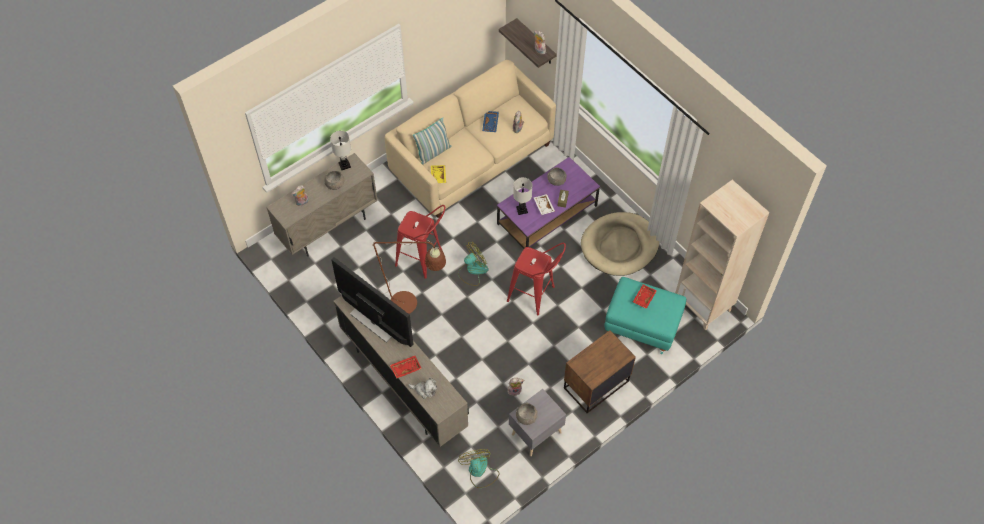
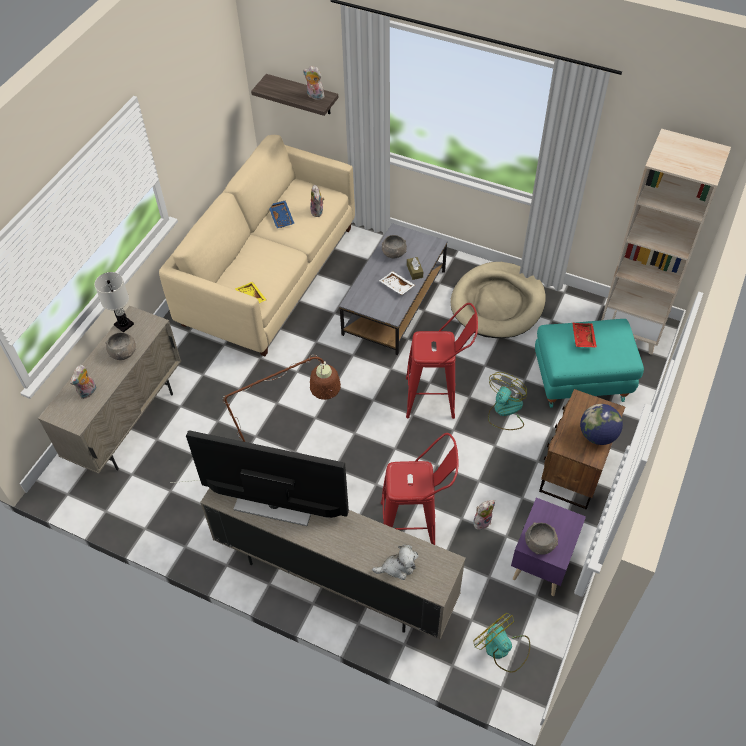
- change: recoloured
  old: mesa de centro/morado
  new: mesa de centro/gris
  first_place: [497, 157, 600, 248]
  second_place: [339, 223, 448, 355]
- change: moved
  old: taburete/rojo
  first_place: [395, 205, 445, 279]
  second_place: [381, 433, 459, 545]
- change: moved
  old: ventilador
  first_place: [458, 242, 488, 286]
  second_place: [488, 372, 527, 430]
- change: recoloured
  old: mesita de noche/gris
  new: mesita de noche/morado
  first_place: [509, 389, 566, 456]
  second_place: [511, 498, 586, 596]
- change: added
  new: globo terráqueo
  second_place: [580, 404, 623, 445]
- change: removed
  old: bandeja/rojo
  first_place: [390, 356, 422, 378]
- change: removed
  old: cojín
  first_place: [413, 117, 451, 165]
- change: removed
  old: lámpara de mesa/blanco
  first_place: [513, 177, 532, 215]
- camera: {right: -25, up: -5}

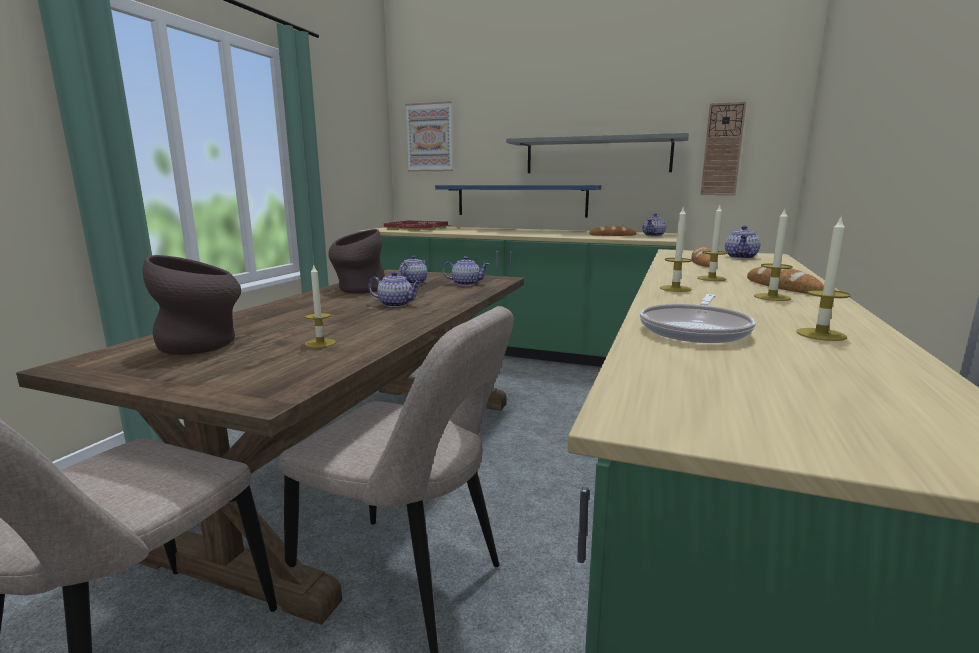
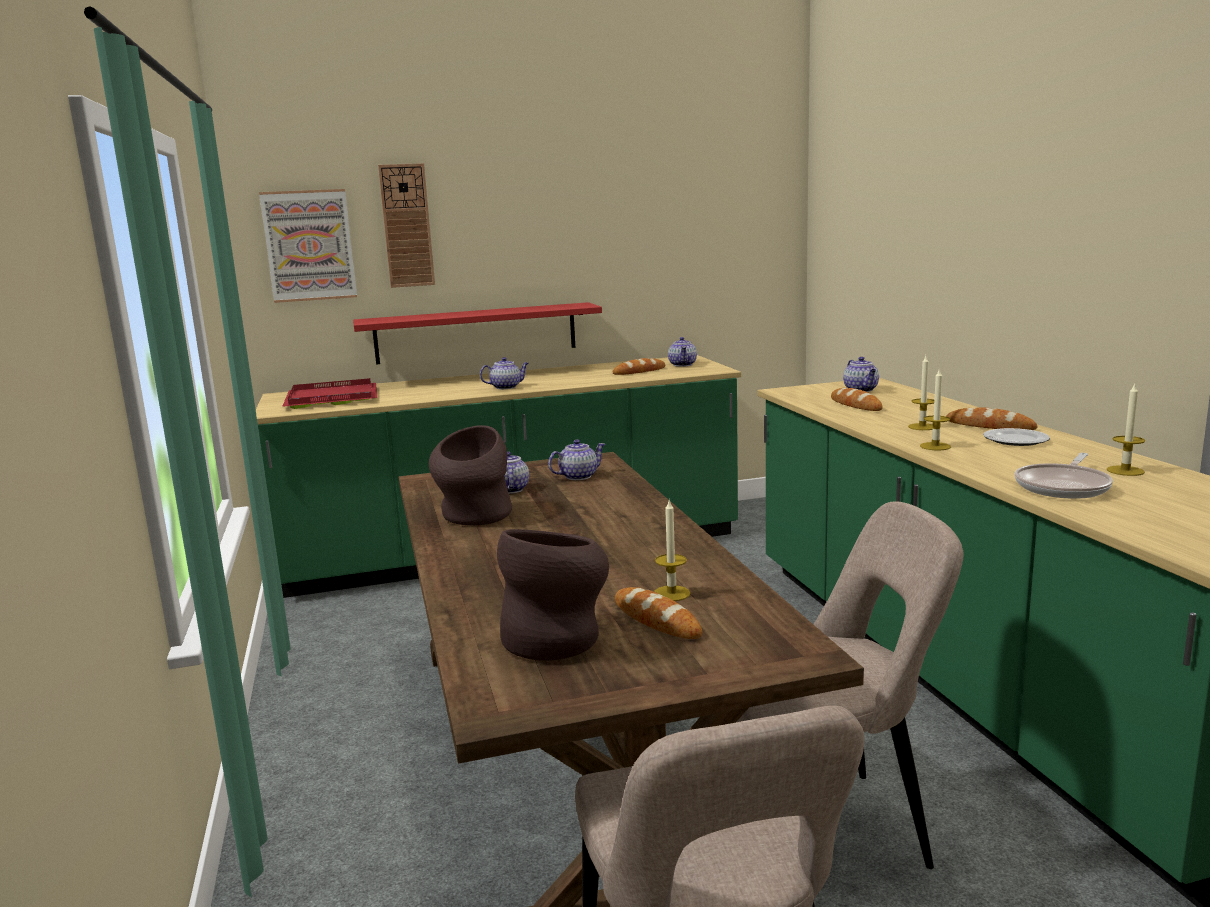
- change: recoloured
  old: estante/azul
  new: estante/rojo
  first_place: [435, 185, 601, 218]
  second_place: [353, 302, 602, 365]
- change: moved
  old: reloj de pared
  first_place: [701, 102, 746, 195]
  second_place: [378, 163, 435, 288]
- change: moved
  old: tetera
  first_place: [368, 271, 422, 307]
  second_place: [480, 357, 529, 389]
- change: added
  new: pan
  second_place: [615, 587, 702, 639]
- change: replaced
  old: vela
  new: plato
  first_place: [754, 209, 793, 301]
  second_place: [983, 428, 1050, 446]
- change: turned
  old: sartén
  first_place: [640, 294, 756, 343]
  second_place: [1015, 453, 1113, 499]
  degrees: 45
- change: removed
  old: estante/gris
  first_place: [506, 133, 689, 173]
- camera: {right: -35, up: 0}

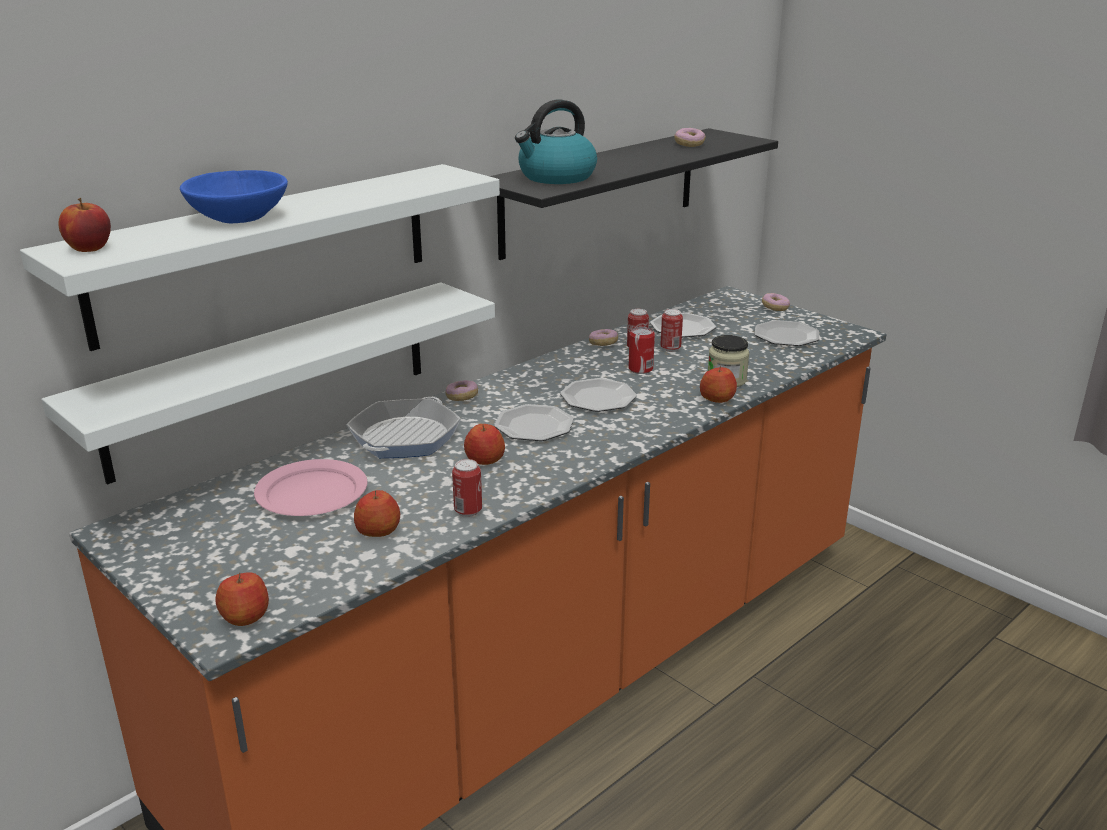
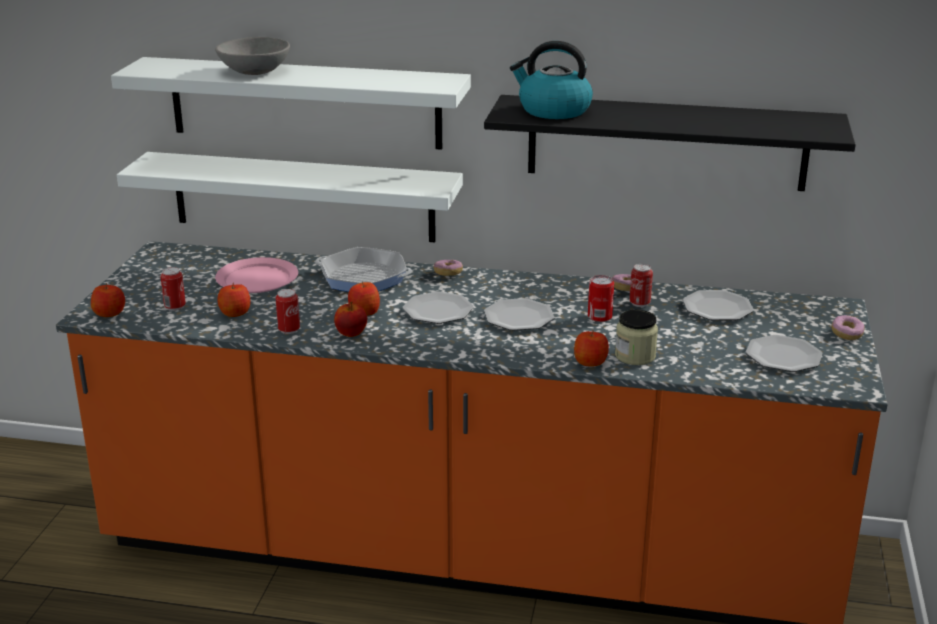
- change: moved
  old: lata
  first_place: [660, 309, 683, 352]
  second_place: [160, 267, 186, 311]
- change: recoloured
  old: cuenco/azul
  new: cuenco/gris
  first_place: [180, 170, 288, 223]
  second_place: [215, 37, 290, 75]
- change: turned
  old: sartén
  first_place: [347, 397, 461, 458]
  second_place: [315, 247, 412, 292]
  degrees: -150
- change: moved
  old: manzana
  first_place: [58, 198, 111, 252]
  second_place: [334, 302, 367, 337]
- change: removed
  old: rosquilla
  first_place: [674, 128, 705, 147]
- camera: {right: 55, up: 0}

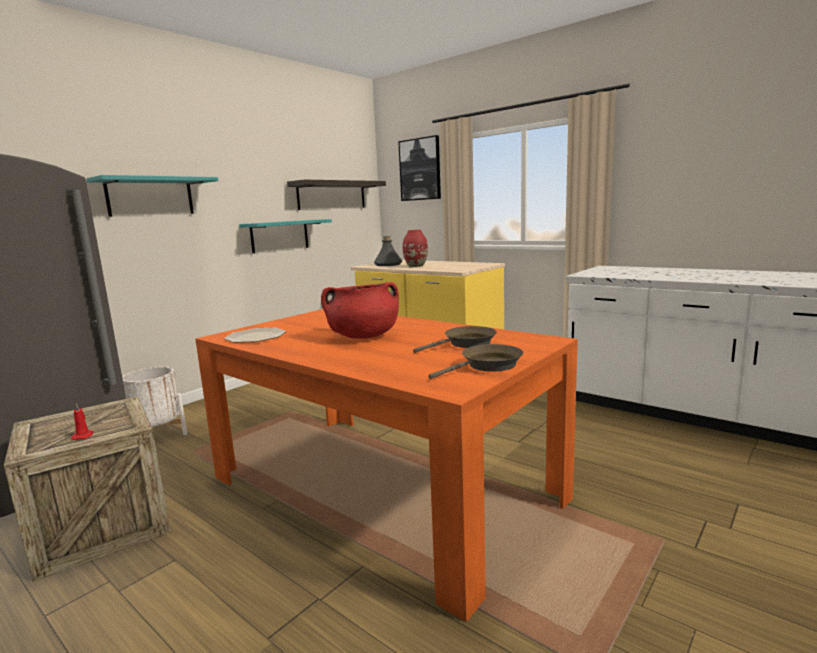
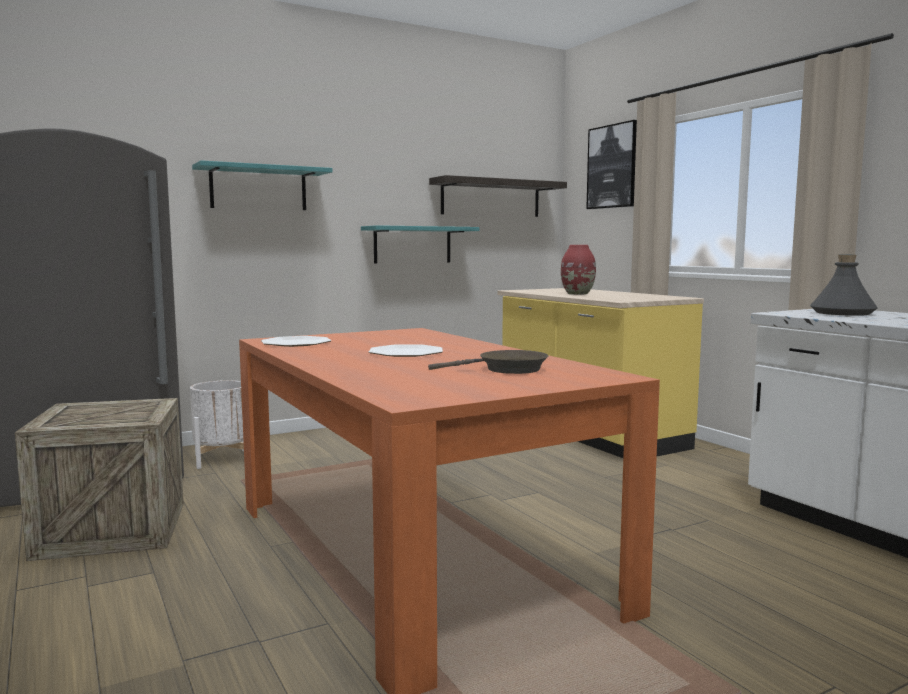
- change: replaced
  old: olla/rojo
  new: plato
  first_place: [321, 282, 399, 339]
  second_place: [369, 344, 443, 357]
- change: moved
  old: botella/gris
  first_place: [374, 236, 402, 266]
  second_place: [810, 255, 878, 316]
- change: removed
  old: vela/rojo
  first_place: [71, 403, 94, 440]
- change: removed
  old: sartén/marrón
  first_place: [428, 344, 523, 379]
- camera: {right: 20, up: -5}

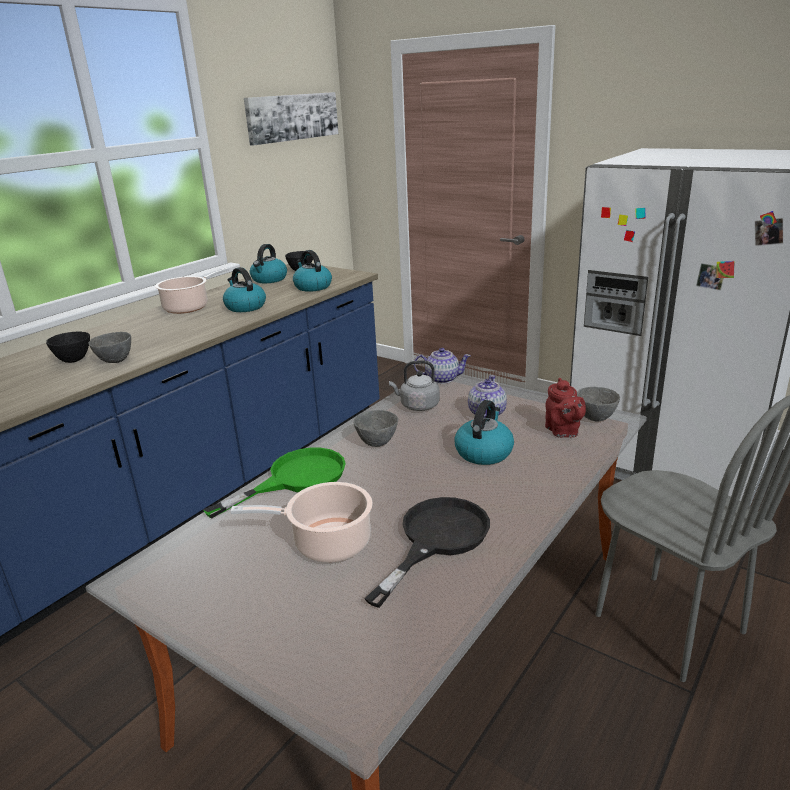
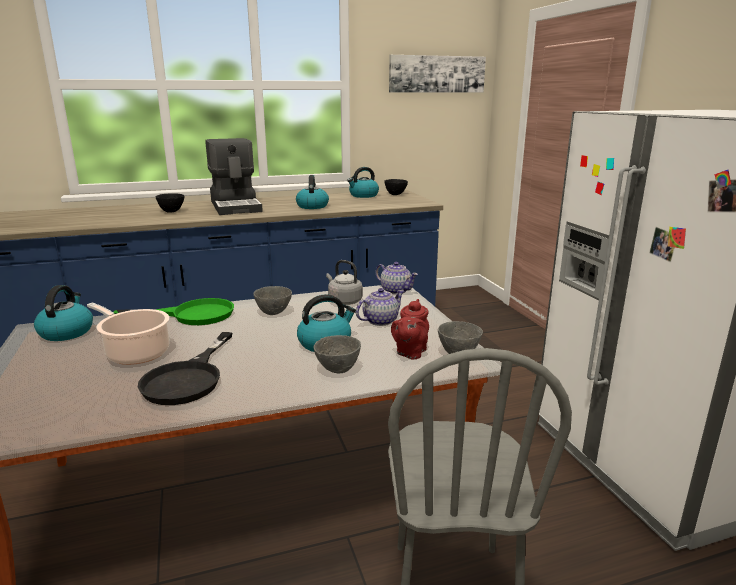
- change: moved
  old: hervidor
  first_place: [293, 250, 332, 292]
  second_place: [34, 285, 93, 341]
- change: turned
  old: sartén/negro
  first_place: [365, 497, 490, 608]
  second_place: [138, 332, 232, 405]
  degrees: 120
- change: added
  new: cafetera
  second_place: [206, 138, 263, 215]
- change: moved
  old: cuenco/gris
  first_place: [88, 332, 131, 363]
  second_place: [313, 335, 361, 373]
- change: removed
  old: olla
  first_place: [155, 268, 229, 314]
- camera: {right: 35, up: -5}

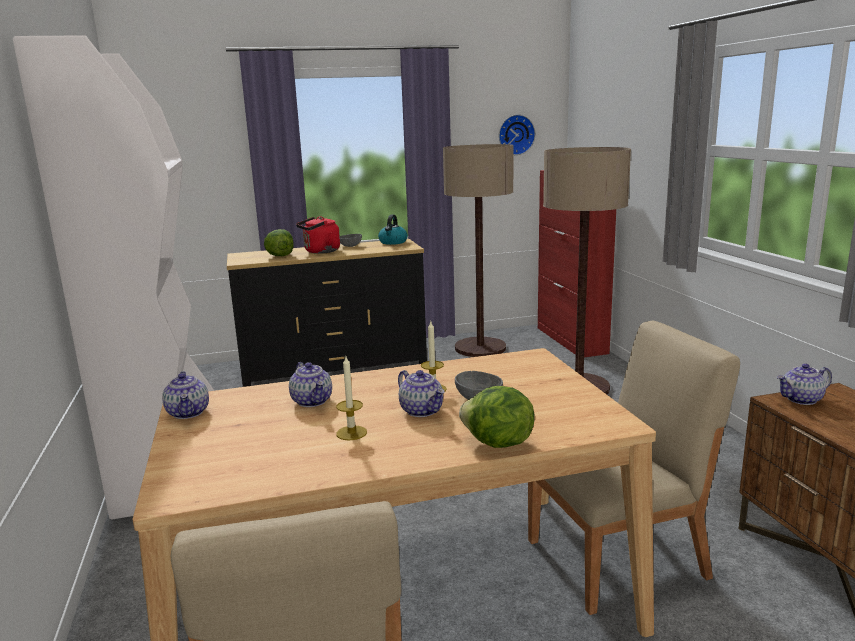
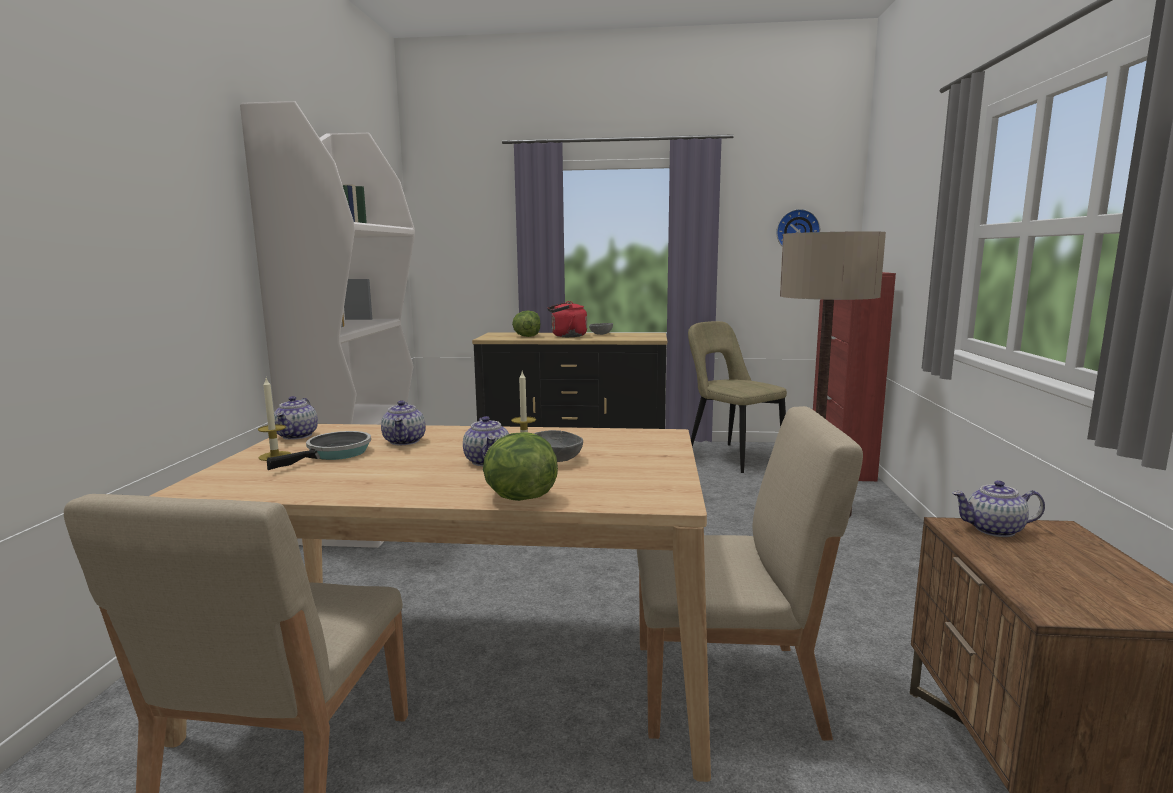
- change: moved
  old: vela
  first_place: [336, 356, 367, 440]
  second_place: [258, 378, 291, 461]
- change: added
  new: sartén
  second_place: [267, 431, 371, 470]
- change: replaced
  old: lámpara de pie
  new: silla/beis
  first_place: [443, 144, 513, 357]
  second_place: [688, 321, 787, 473]
- change: removed
  old: hervidor
  first_place: [378, 215, 408, 245]
- camera: {right: 20, up: -5}

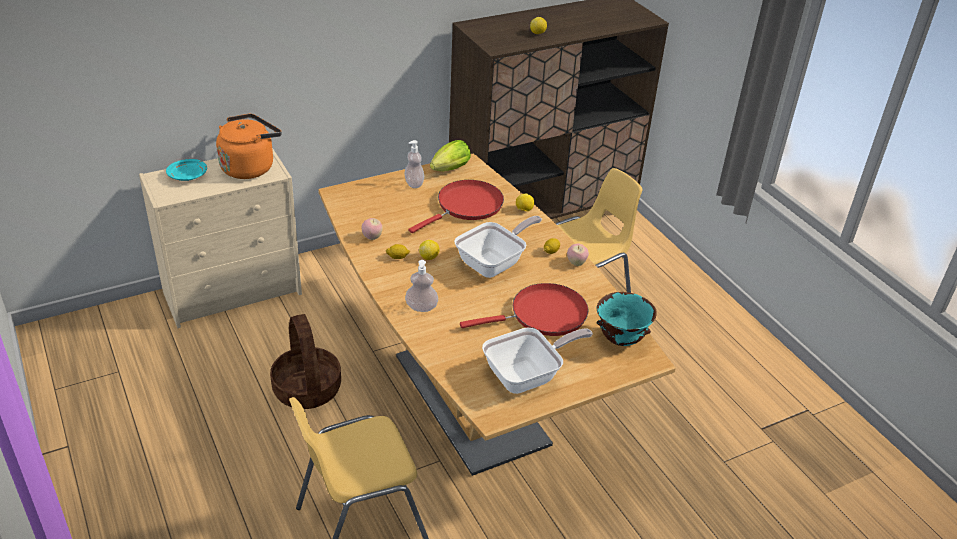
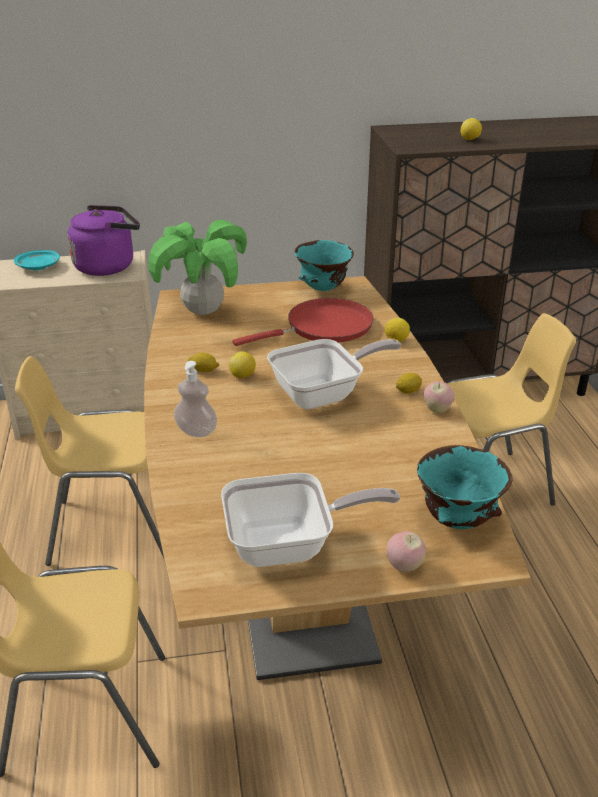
- change: replaced
  old: cesta
  new: silla/amarillo
  first_place: [270, 314, 341, 409]
  second_place: [15, 356, 164, 566]
- change: recoloured
  old: hervidor/naranja
  new: hervidor/morado
  first_place: [216, 114, 282, 179]
  second_place: [67, 205, 140, 276]
- change: added
  new: planta en maceta
  second_place: [148, 219, 247, 315]
- change: replaced
  old: lechuga
  new: cuenco/turquesa
  first_place: [430, 140, 471, 171]
  second_place: [295, 240, 354, 291]
- change: moved
  old: manzana
  first_place: [362, 218, 383, 240]
  second_place: [387, 531, 426, 572]
- change: removed
  old: dispensador de jabón
  first_place: [404, 140, 424, 188]
- change: removed
  old: sartén/rojo
  first_place: [460, 283, 589, 336]
- camera: {right: 20, up: -5}

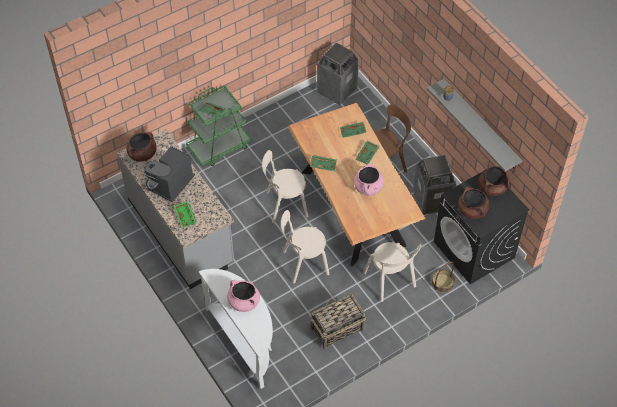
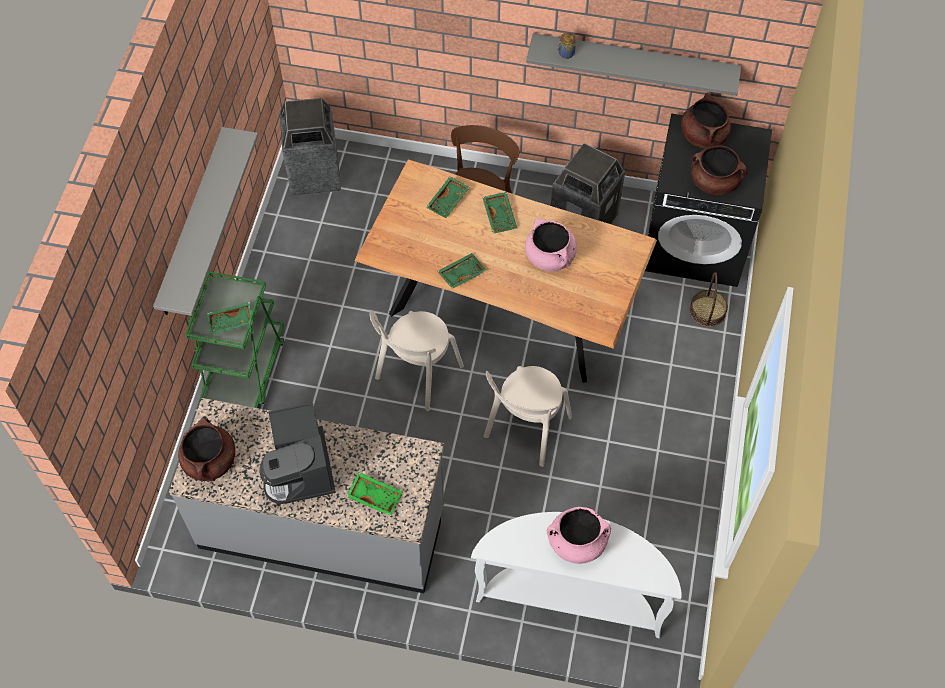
- change: added
  new: estante/gris
  second_place: [153, 127, 258, 316]
- change: removed
  old: cesta
  first_place: [310, 293, 366, 349]
- change: removed
  old: silla/beis
  first_place: [364, 242, 421, 302]
- camera: {right: -45, up: 5}

